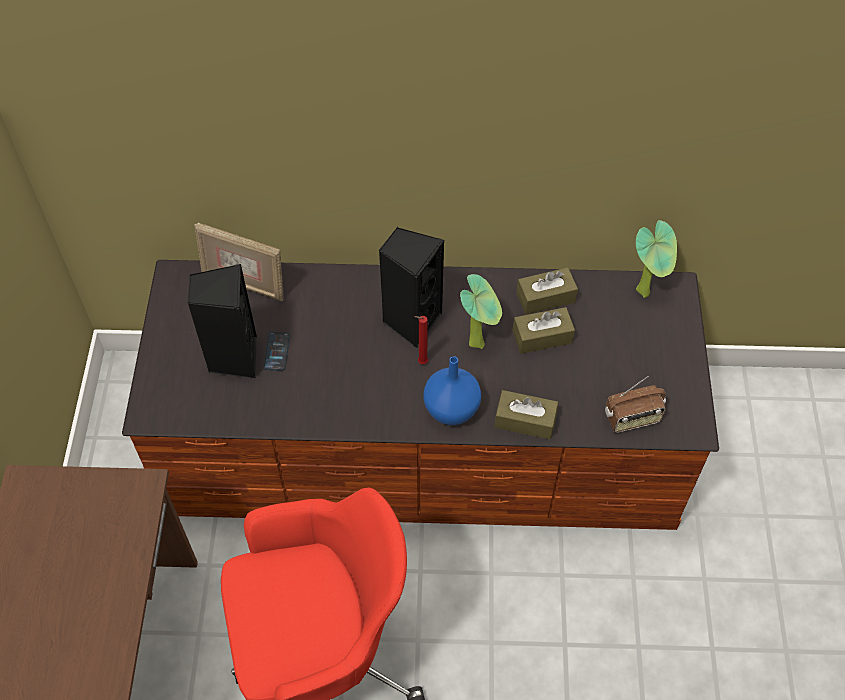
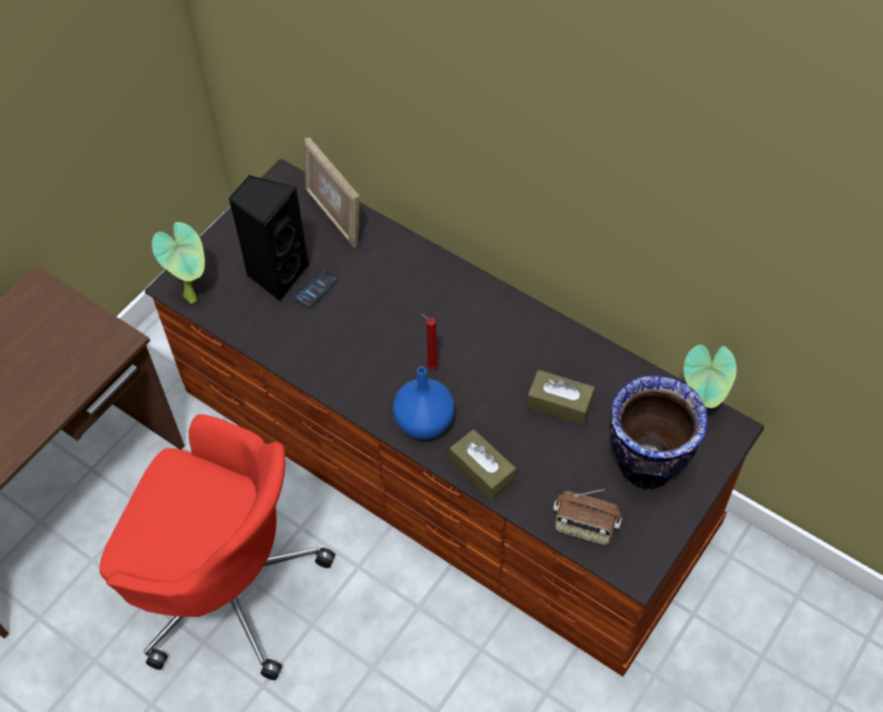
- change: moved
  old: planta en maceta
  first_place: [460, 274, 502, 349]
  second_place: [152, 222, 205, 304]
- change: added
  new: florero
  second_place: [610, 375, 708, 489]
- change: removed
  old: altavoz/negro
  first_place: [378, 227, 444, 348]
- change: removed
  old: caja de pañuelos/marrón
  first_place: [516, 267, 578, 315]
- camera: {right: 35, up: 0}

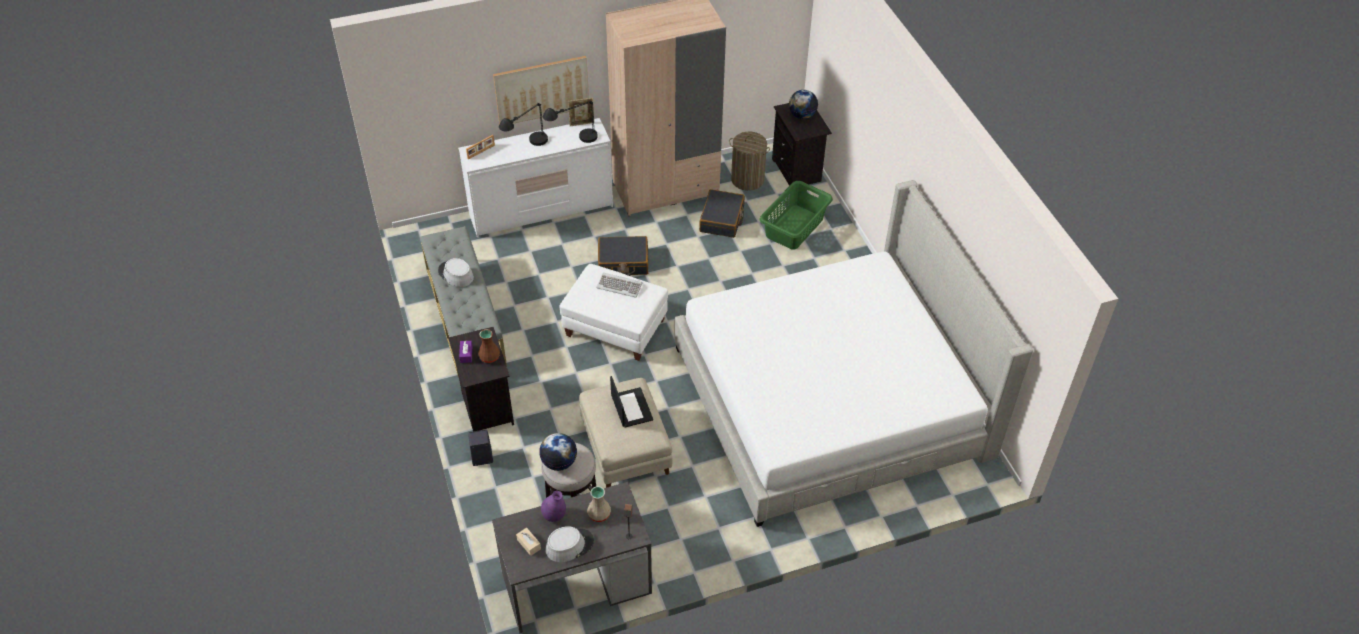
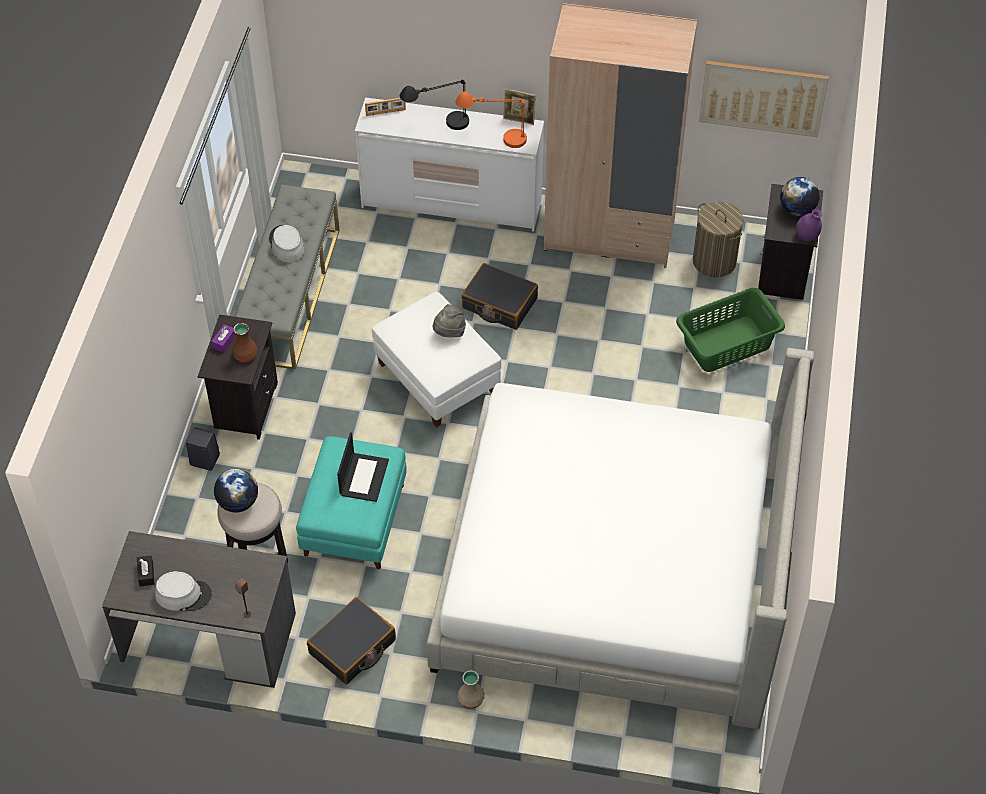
- change: recoloured
  old: caja de pañuelos/beis
  new: caja de pañuelos/negro
  first_place: [516, 528, 541, 556]
  second_place: [137, 555, 154, 587]
- change: recoloured
  old: puf/beis
  new: puf/turquesa
  first_place: [579, 378, 673, 488]
  second_place: [296, 436, 407, 569]
- change: moved
  old: maleta/negro
  first_place: [699, 189, 745, 238]
  second_place: [307, 597, 396, 684]
- change: replaced
  old: teclado
  new: sombrero/gris
  first_place: [596, 273, 643, 298]
  second_place: [433, 304, 466, 338]
- change: recoloured
  old: lámpara de mesa/negro
  new: lámpara de mesa/naranja
  first_place: [543, 100, 598, 143]
  second_place: [455, 92, 527, 148]
- change: moved
  old: florero/beis
  first_place: [587, 486, 611, 522]
  second_place: [457, 670, 485, 709]
- change: moved
  old: cuadro
  first_place: [493, 56, 589, 125]
  second_place: [699, 61, 829, 137]
- change: moved
  old: florero/morado
  first_place: [541, 491, 566, 522]
  second_place: [796, 209, 822, 241]
- camera: {right: 30, up: 5}

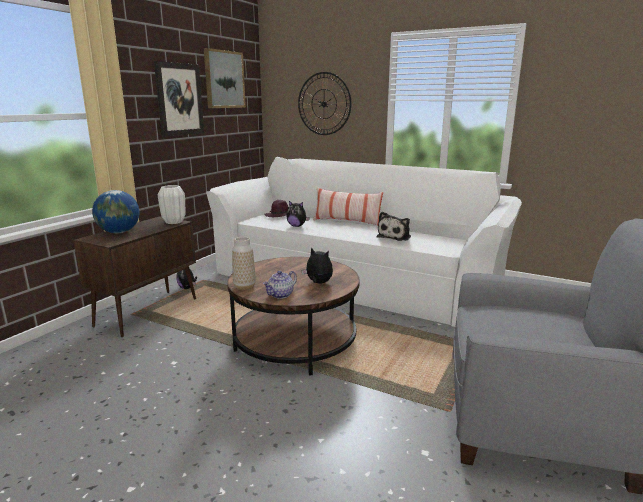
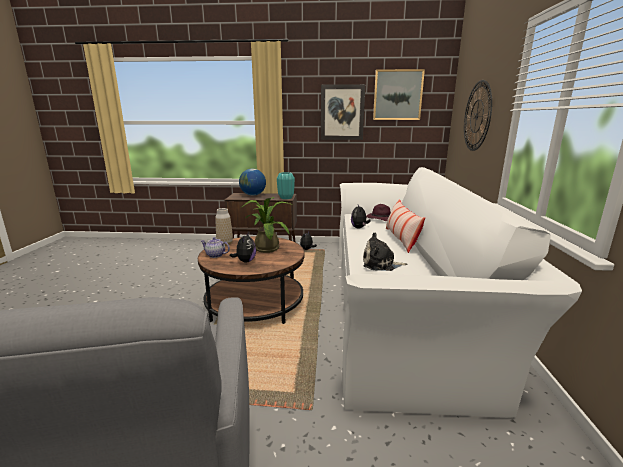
- change: added
  new: planta en maceta
  second_place: [242, 197, 293, 253]
- change: recoloured
  old: florero/blanco
  new: florero/turquesa
  first_place: [158, 185, 185, 224]
  second_place: [277, 172, 295, 199]
- camera: {right: 65, up: 0}

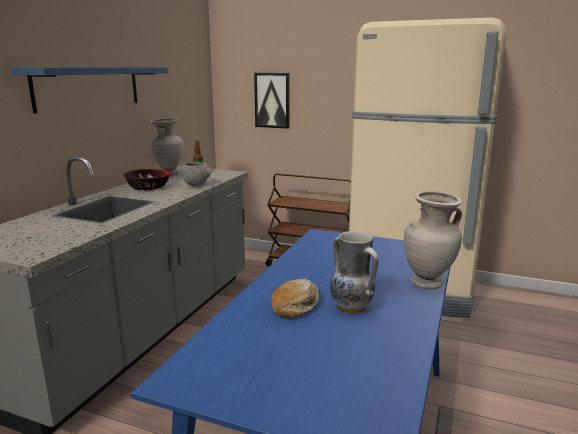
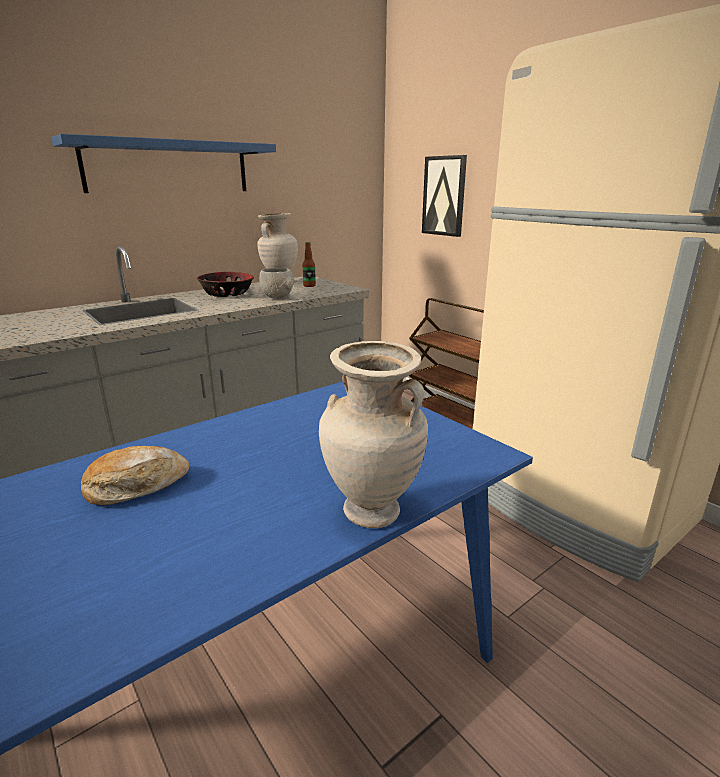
- change: removed
  old: florero
  first_place: [330, 231, 379, 314]
- camera: {right: 30, up: 5}

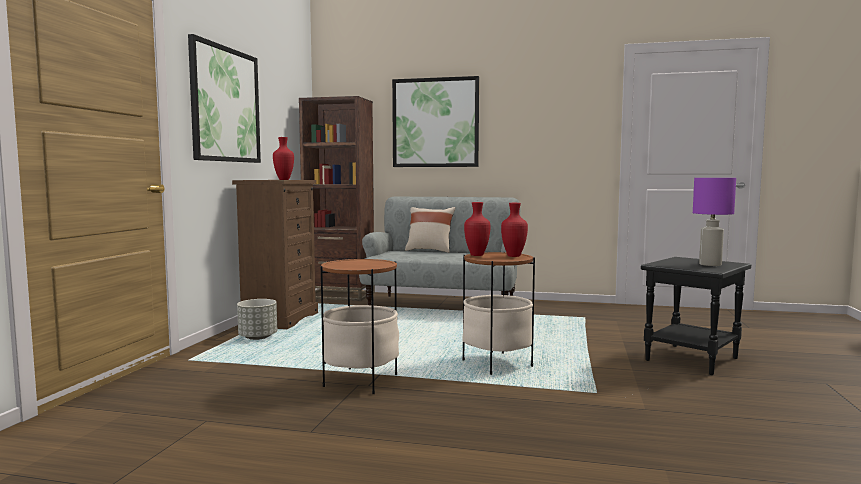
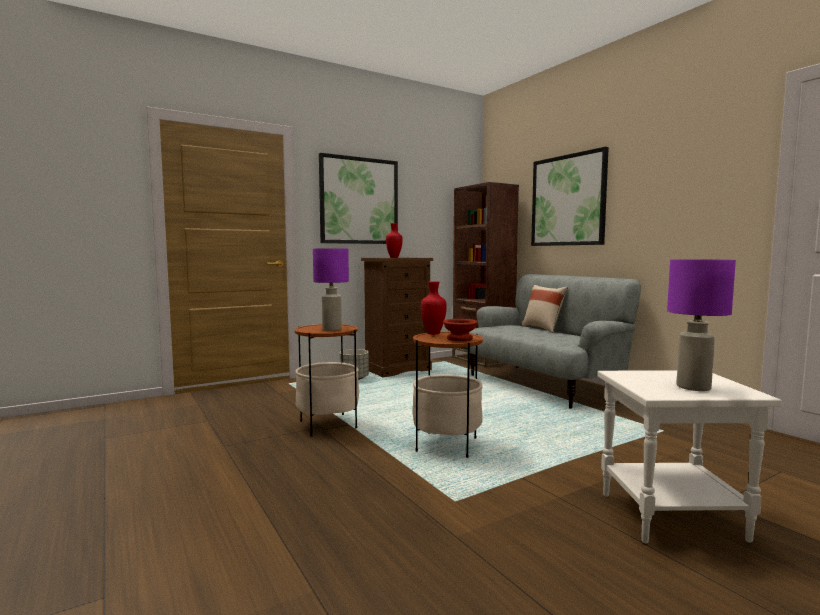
- change: added
  new: lámpara de mesa/morado
  second_place: [313, 248, 349, 331]
- change: replaced
  old: florero/rojo
  new: cuenco/marrón
  first_place: [501, 203, 528, 257]
  second_place: [443, 319, 478, 341]
- change: recoloured
  old: mesa auxiliar/negro
  new: mesa auxiliar/blanco
  first_place: [641, 257, 751, 375]
  second_place: [597, 370, 782, 543]
- camera: {right: 45, up: 0}

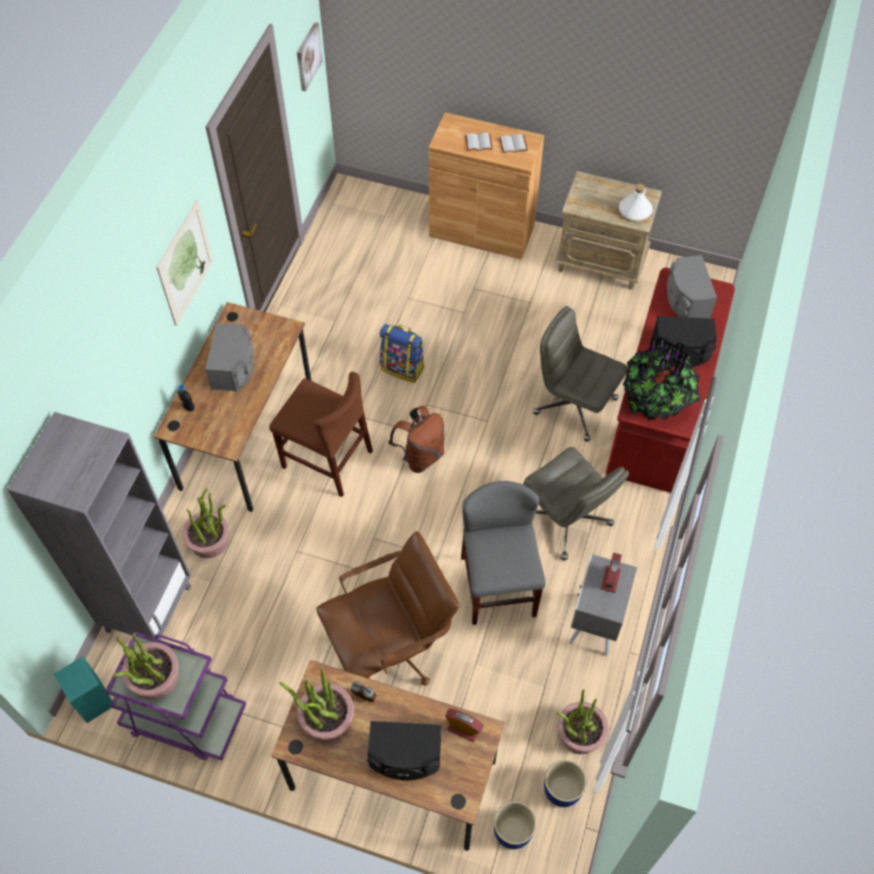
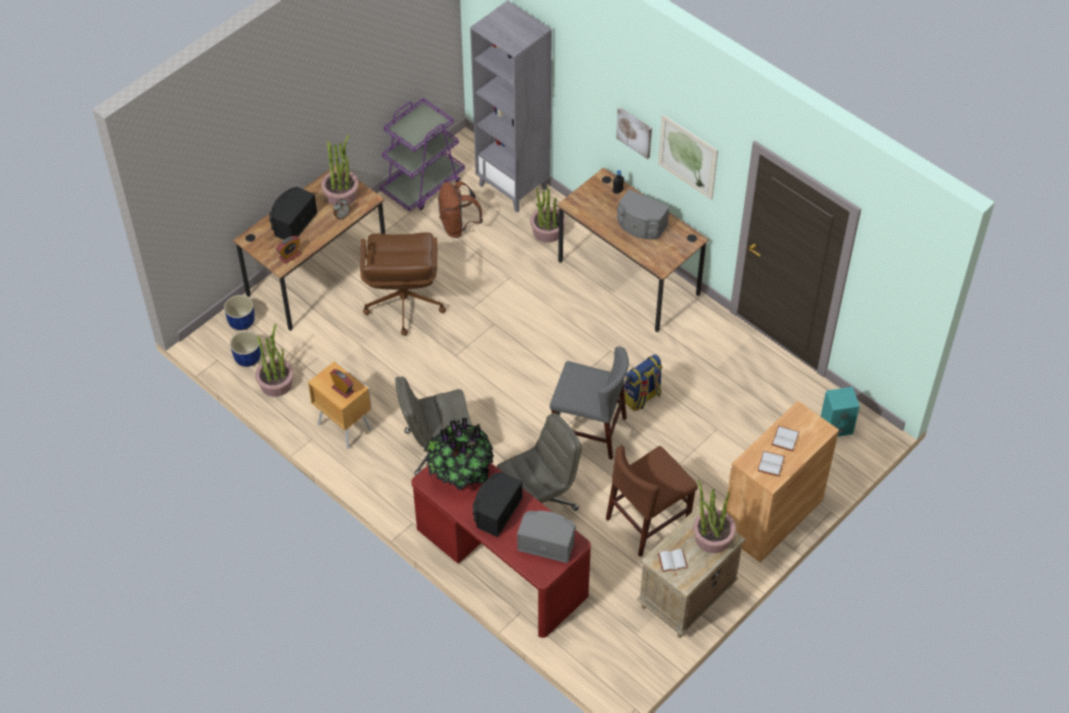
- change: recoloured
  old: mesita de noche/gris
  new: mesita de noche/marrón
  first_place: [569, 554, 637, 656]
  second_place: [308, 361, 372, 449]
- change: moved
  old: mochila/marrón
  first_place: [388, 406, 444, 473]
  second_place: [438, 181, 483, 238]
- change: moved
  old: silla/gris
  first_place: [461, 481, 546, 625]
  second_place: [550, 347, 629, 460]
- change: moved
  old: silla/marrón
  first_place: [269, 372, 373, 497]
  second_place: [606, 445, 698, 557]
- change: moved
  old: cuadro
  first_place: [297, 22, 323, 91]
  second_place: [616, 107, 652, 159]
- change: replaced
  old: botella/blanco
  new: libro/blanco
  first_place: [619, 184, 653, 220]
  second_place: [658, 549, 688, 572]
- change: moved
  old: planta en maceta
  first_place: [113, 633, 178, 700]
  second_place: [693, 480, 736, 553]
- change: moved
  old: altavoz/turquesa
  first_place: [54, 656, 114, 723]
  second_place: [821, 387, 860, 437]
- camera: {right: 115, up: -5}

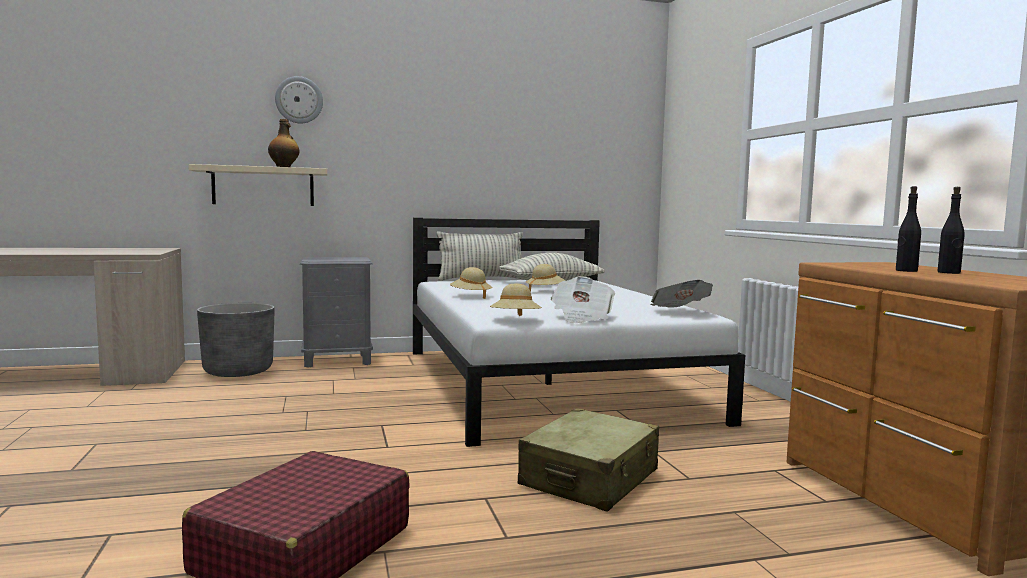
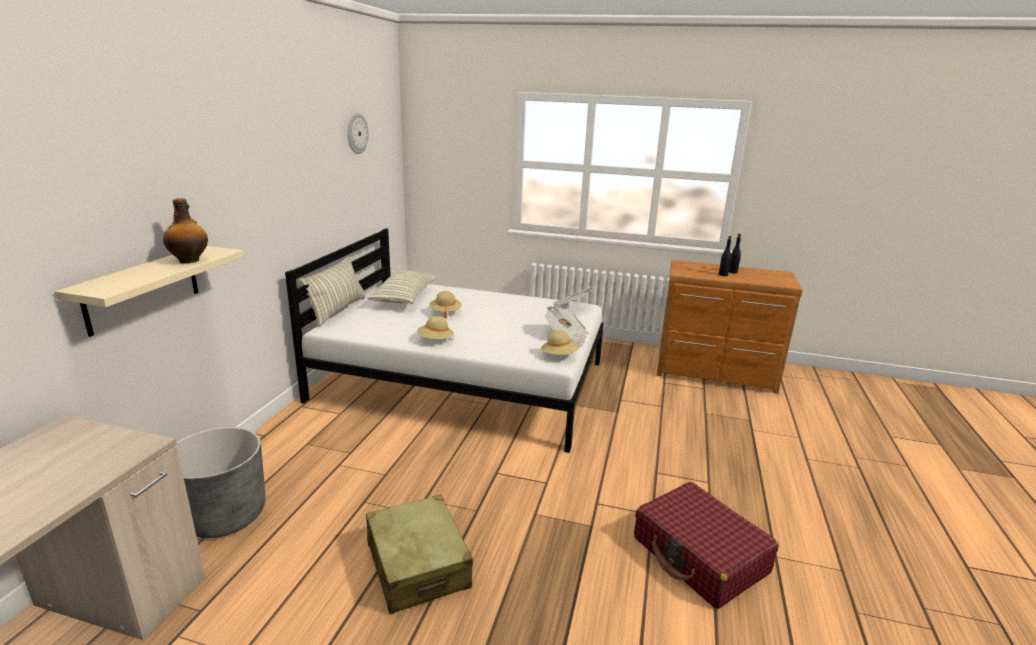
- change: moved
  old: reloj de pared
  first_place: [275, 76, 323, 123]
  second_place: [348, 113, 368, 154]
- change: moved
  old: maleta/beis
  first_place: [518, 408, 659, 512]
  second_place: [366, 495, 473, 614]
- change: removed
  old: mesita de noche/gris
  first_place: [300, 257, 373, 368]
- camera: {right: -60, up: 15}

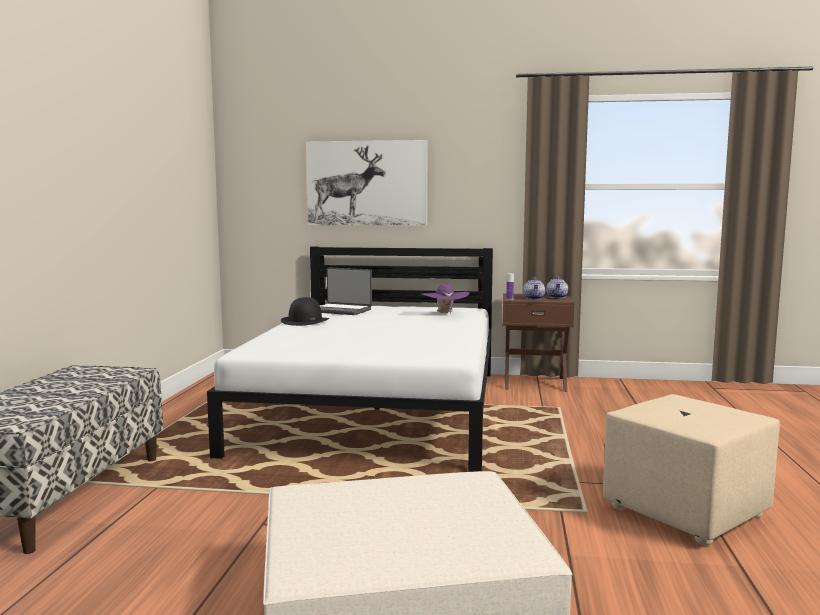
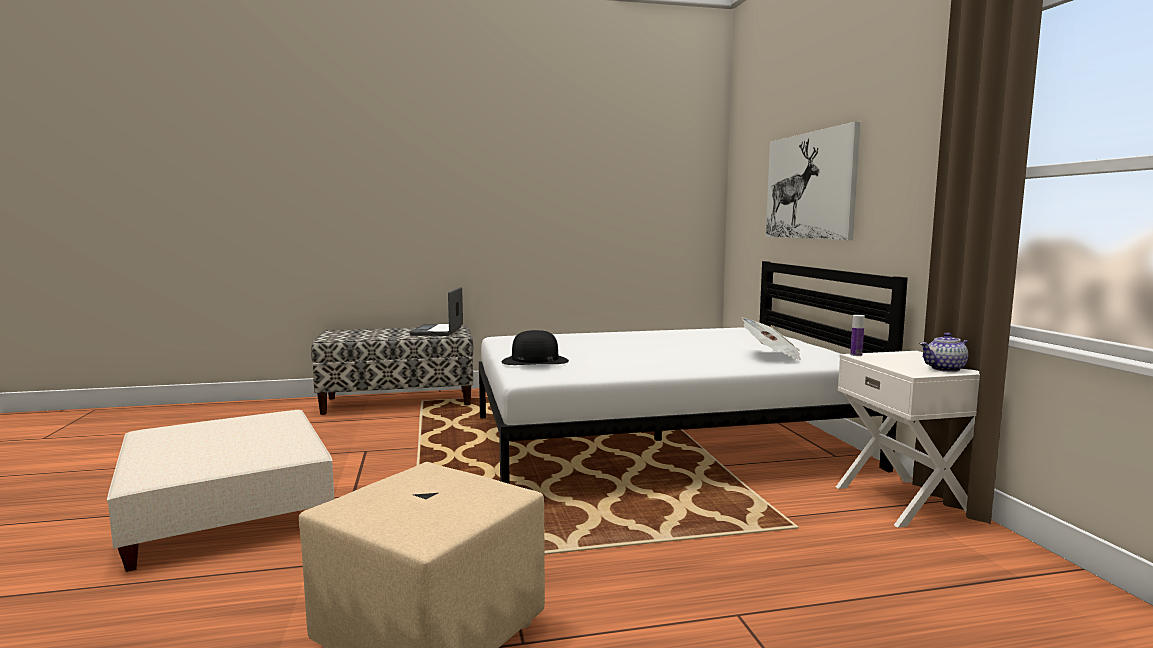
- change: moved
  old: portátil
  first_place: [320, 267, 372, 315]
  second_place: [409, 287, 463, 336]
- change: moved
  old: sombrero/negro
  first_place: [281, 297, 329, 326]
  second_place: [502, 330, 569, 365]
- change: replaced
  old: sombrero/morado
  new: periódico
  first_place: [422, 284, 469, 315]
  second_place: [742, 317, 801, 360]
- change: recoloured
  old: mesita de noche/marrón
  new: mesita de noche/blanco
  first_place: [502, 293, 575, 392]
  second_place: [836, 351, 980, 528]
- change: removed
  old: tetera
  first_place: [523, 277, 545, 300]
- camera: {right: 70, up: 0}

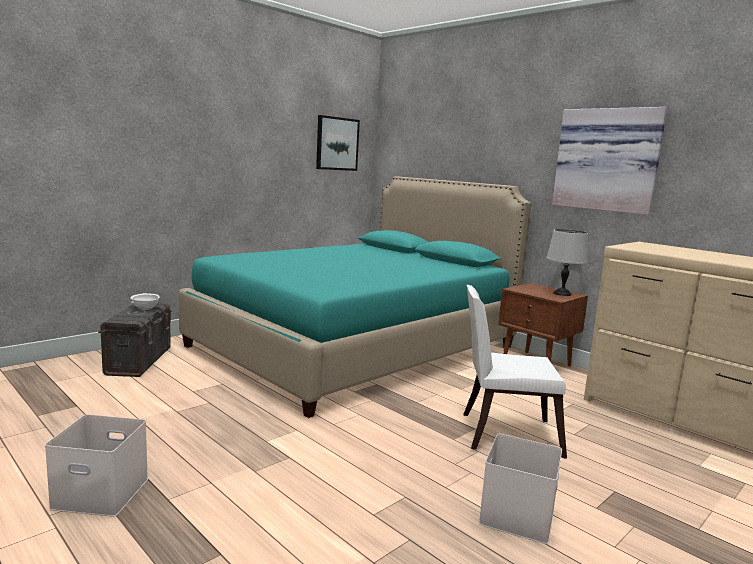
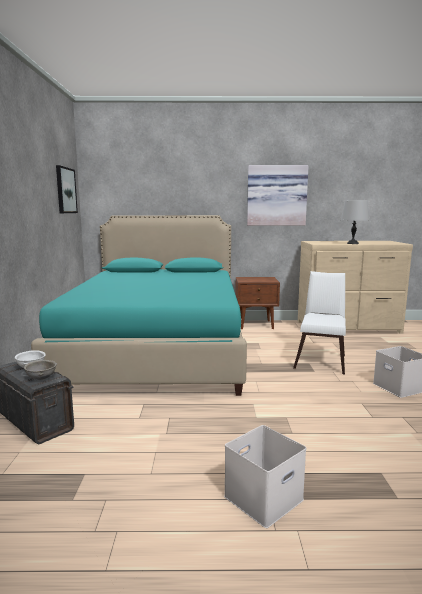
- change: added
  new: cuenco/gris
  second_place: [24, 360, 57, 380]
- change: turned
  old: silla/blanco
  first_place: [463, 285, 567, 459]
  second_place: [293, 271, 346, 375]
  degrees: 150
- change: moved
  old: lámpara de mesa/gris
  first_place: [547, 229, 588, 296]
  second_place: [341, 200, 369, 244]
- camera: {right: -45, up: 0}

